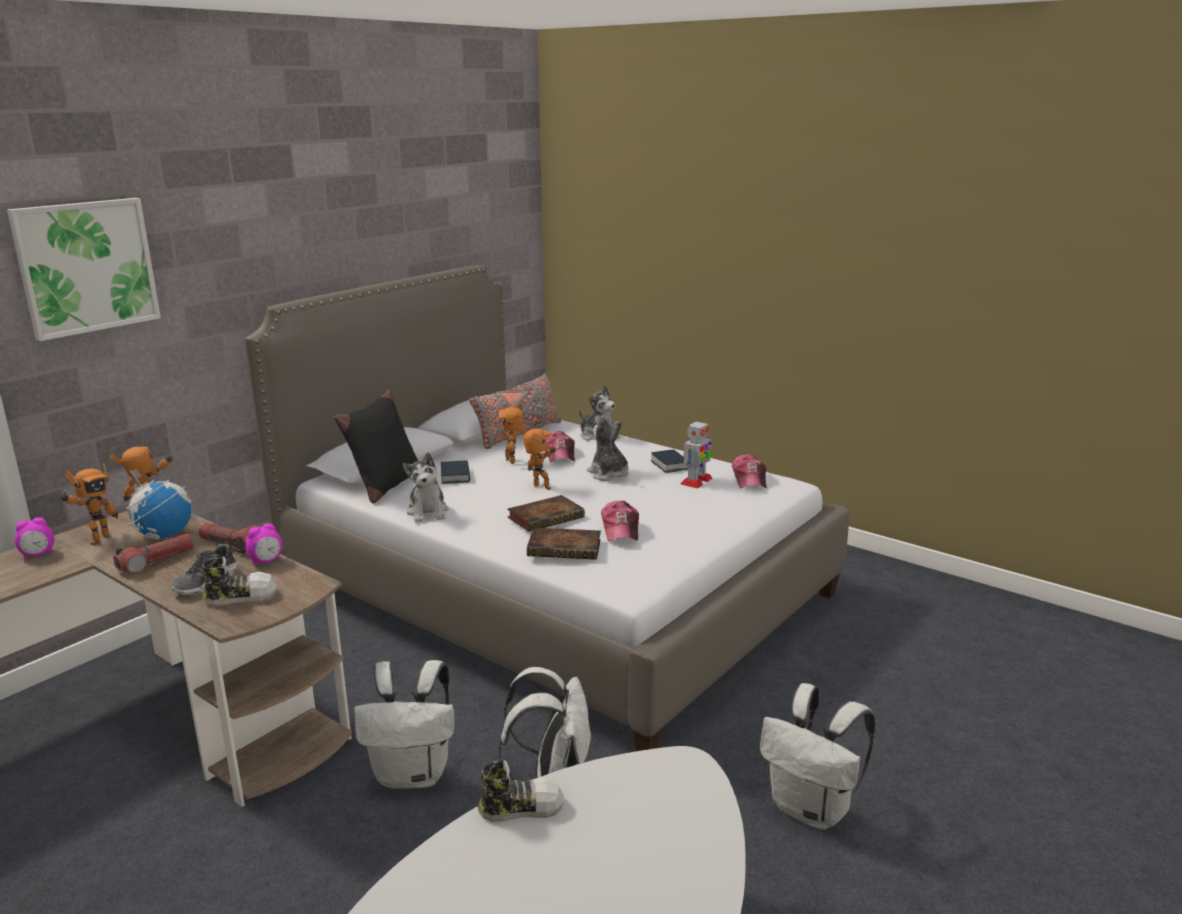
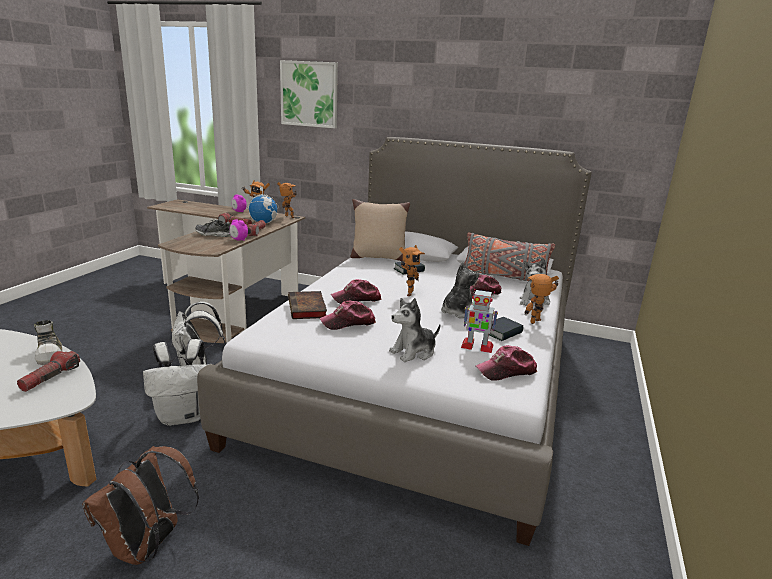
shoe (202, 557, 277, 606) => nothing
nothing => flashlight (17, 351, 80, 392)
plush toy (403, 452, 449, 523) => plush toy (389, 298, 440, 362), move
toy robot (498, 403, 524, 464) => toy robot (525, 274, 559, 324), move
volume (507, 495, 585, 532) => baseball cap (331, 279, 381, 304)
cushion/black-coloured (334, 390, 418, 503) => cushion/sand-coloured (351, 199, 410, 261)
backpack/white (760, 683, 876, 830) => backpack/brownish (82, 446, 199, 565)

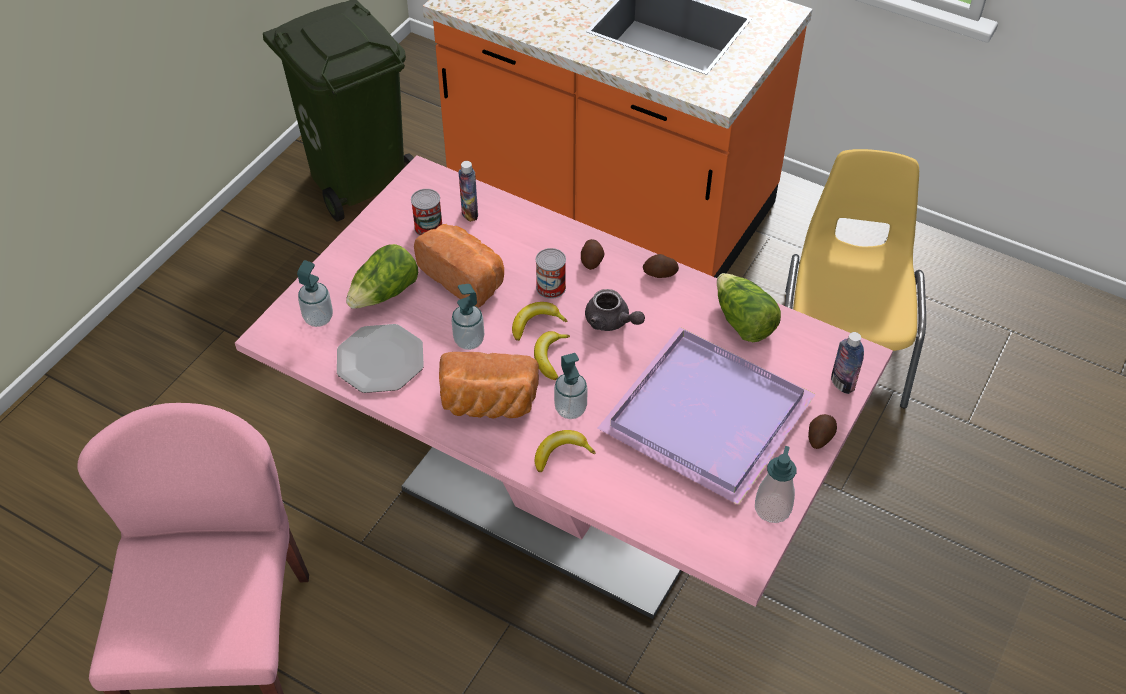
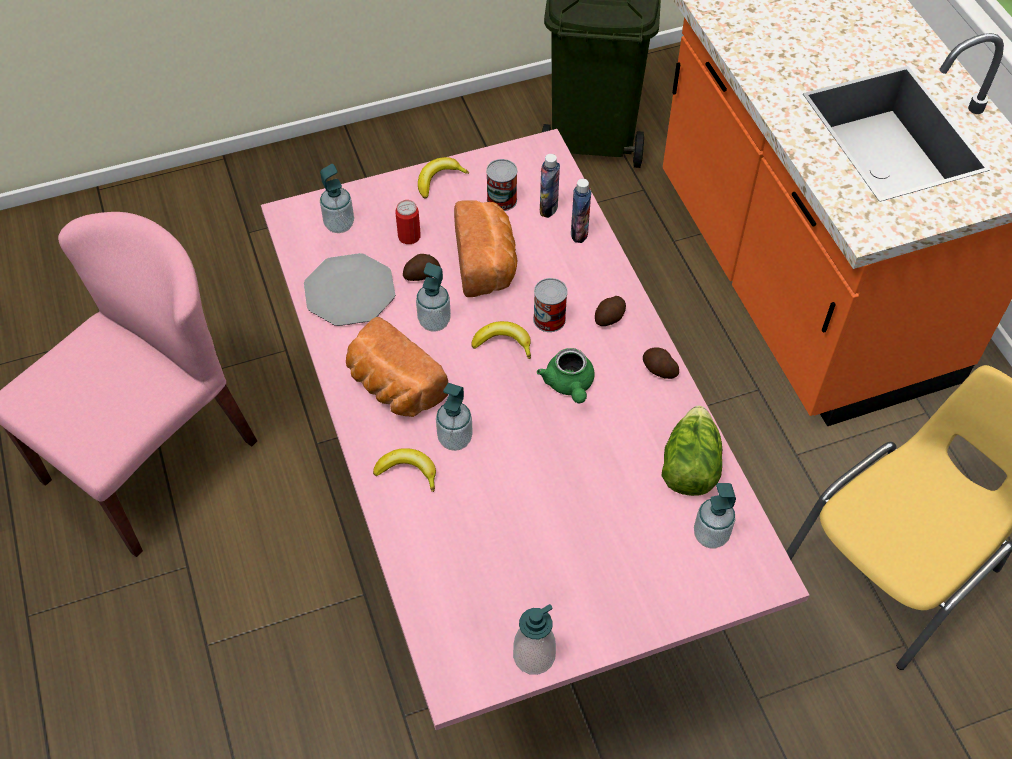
carrying tray/purple (597, 327, 816, 505) => nothing
nothing => soap dispenser (694, 483, 736, 549)
whole banana (534, 331, 570, 380) => whole banana (418, 157, 469, 199), move
spud (808, 414, 837, 449) => spud (403, 254, 441, 281), move
bottle (831, 332, 864, 394) => bottle (571, 179, 591, 243), move
head of lettuce (346, 244, 418, 309) => sealed can (395, 200, 421, 244)
pot for tea/gray (585, 289, 645, 331) => pot for tea/greenish (537, 348, 595, 403)

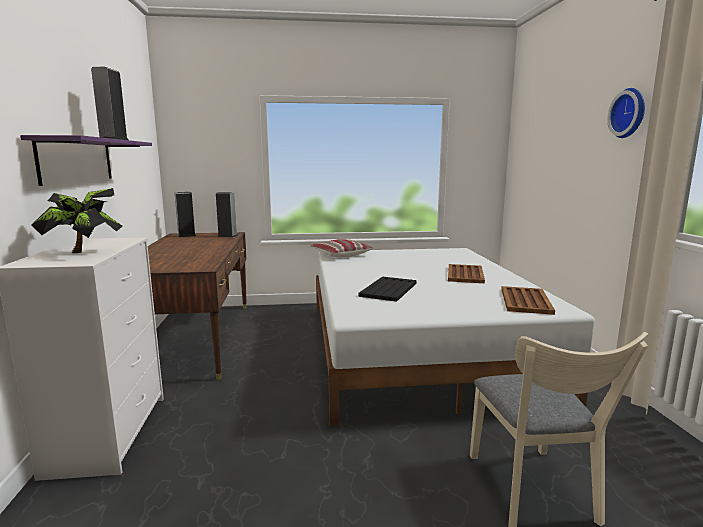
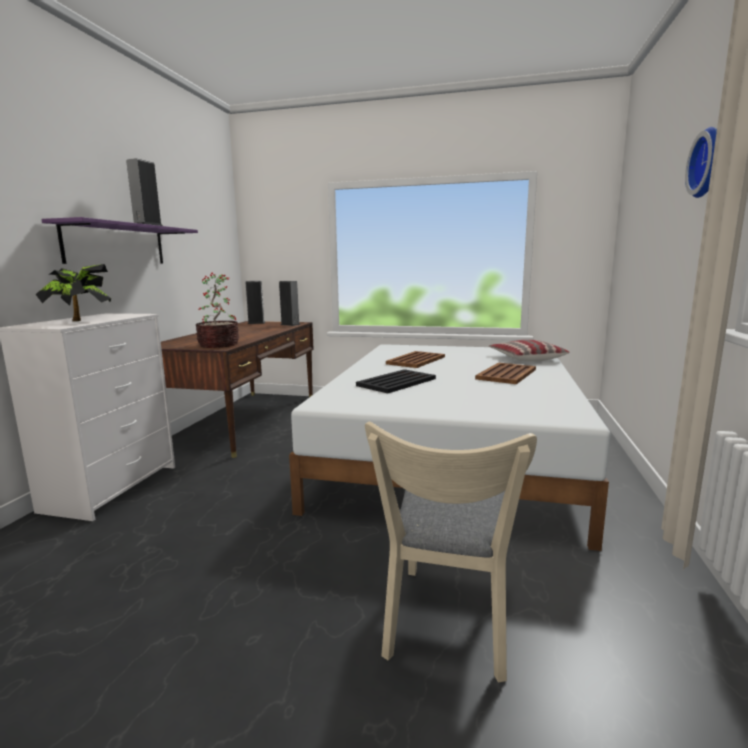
nothing => plant in a pot (195, 273, 239, 348)
cushion (310, 239, 373, 257) => cushion (489, 340, 570, 362), move
carrying tray/brownish (501, 286, 555, 315) => carrying tray/brownish (386, 351, 445, 368), move

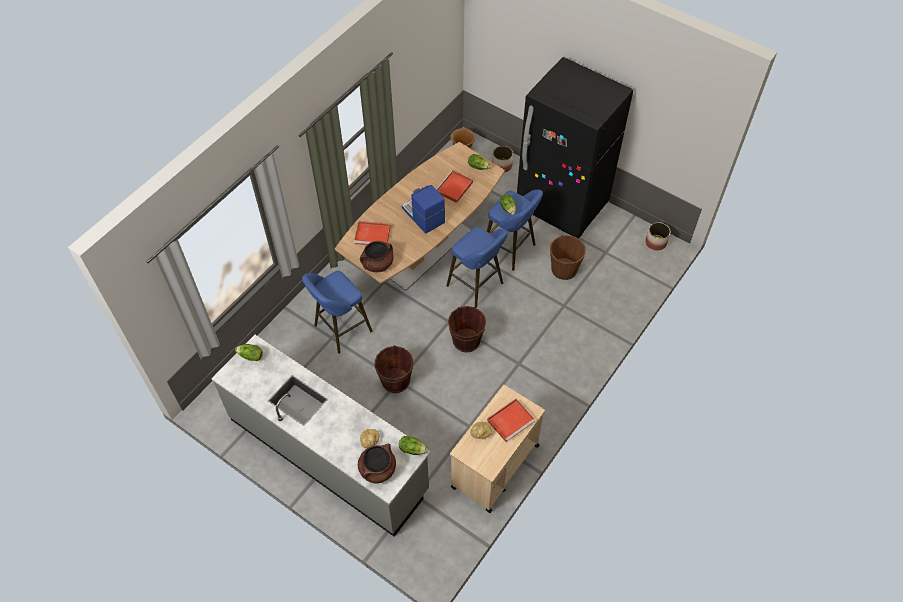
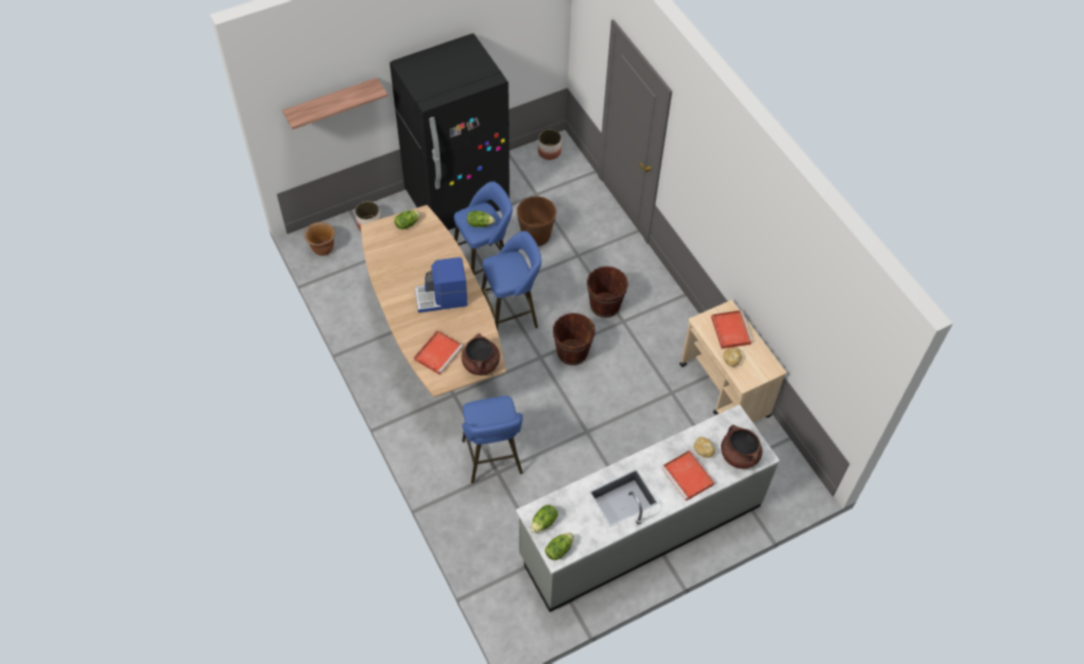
nothing => wall shelf (282, 78, 388, 130)
pail/brownish (374, 345, 413, 393) => pail/brownish (587, 266, 628, 318), move
head of lettuce (399, 436, 428, 455) => head of lettuce (545, 533, 574, 560), move
carrying tray/red-coloured (436, 170, 473, 203) => carrying tray/red-coloured (661, 450, 715, 501), move

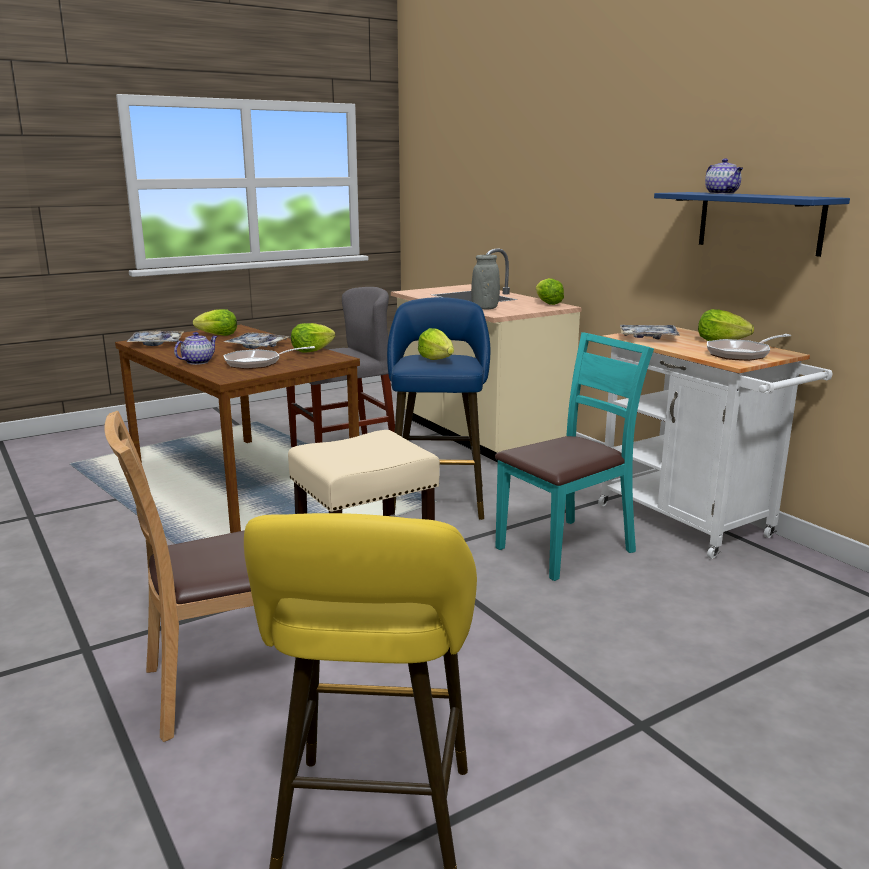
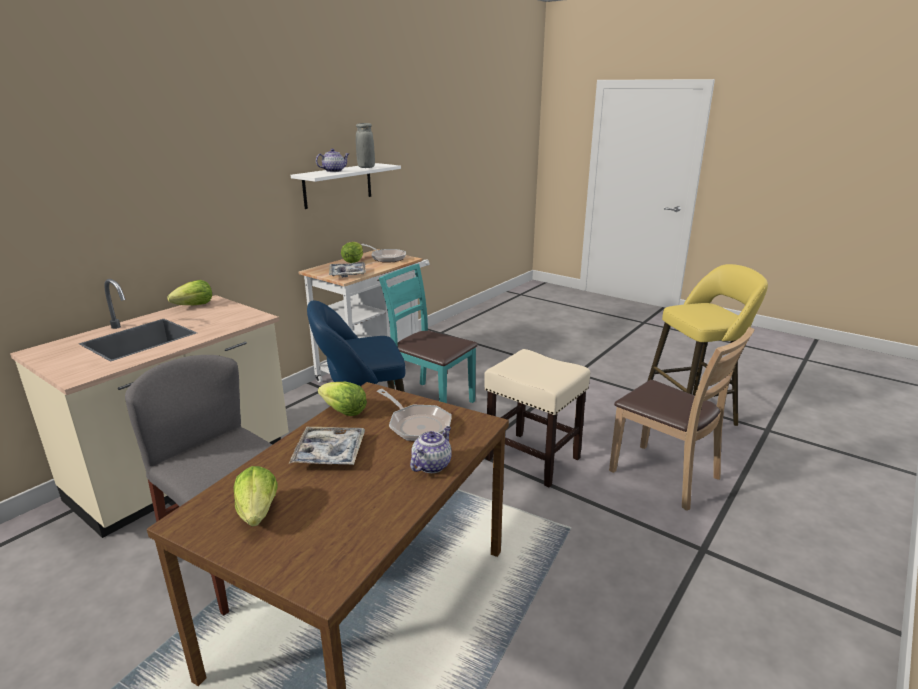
carrying tray (127, 331, 184, 346) => nothing
head of lettuce (418, 328, 454, 360) => nothing
flower vase/gray (471, 255, 500, 309) => flower vase/gray (356, 123, 375, 168), move
wall shelf/bluish (654, 192, 850, 257) => wall shelf/white (291, 163, 401, 209)
pot for tea (174, 332, 218, 365) => pot for tea (410, 426, 452, 473), 105 degrees clockwise

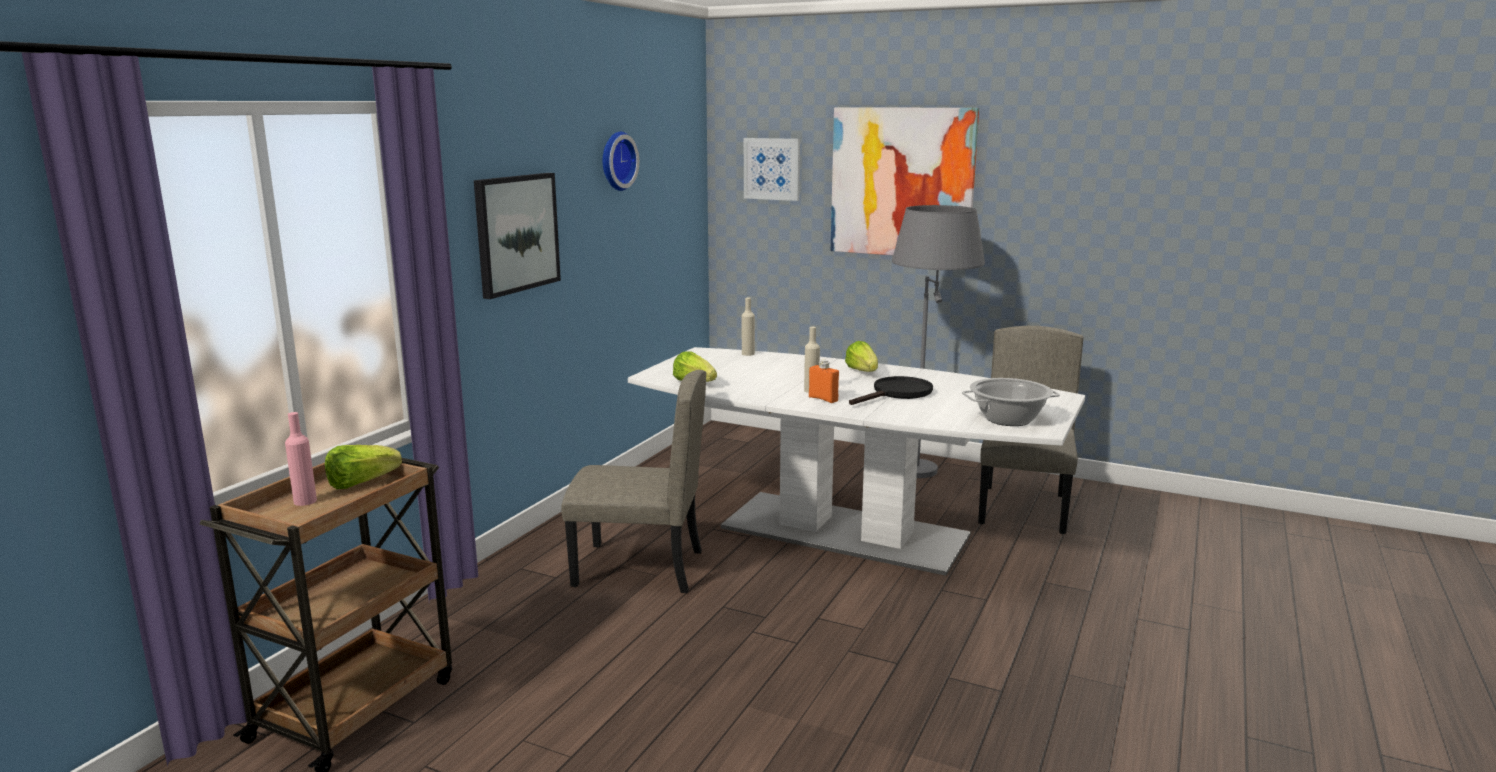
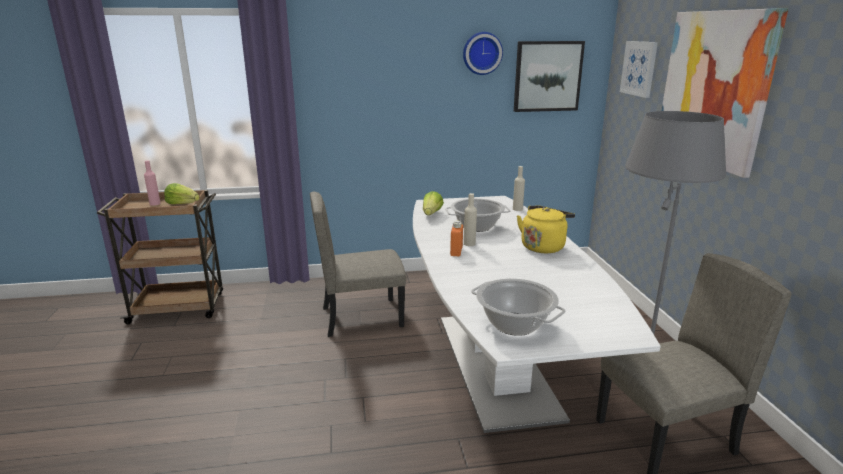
skillet/black-coloured (849, 376, 933, 405) => nothing
nothing => stockpot (445, 198, 510, 232)
wall picture (474, 173, 561, 299) => wall picture (514, 41, 585, 112), move
head of lettuce (845, 341, 878, 372) => water kettle/yellow-coloured (517, 206, 575, 253)
chair/sand-coloured (561, 370, 706, 593) => chair/sand-coloured (310, 192, 406, 337), 105 degrees clockwise

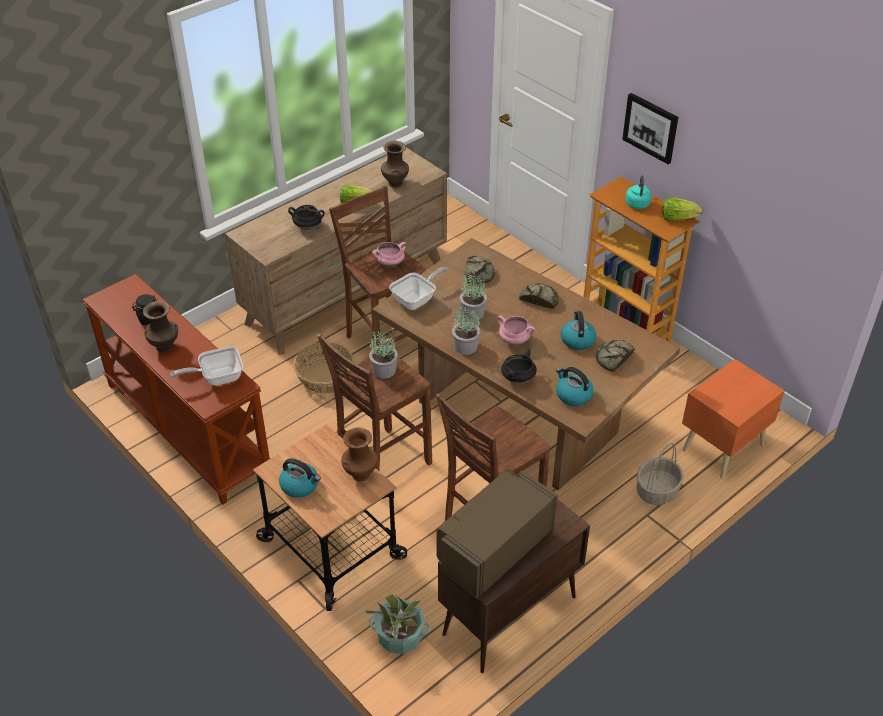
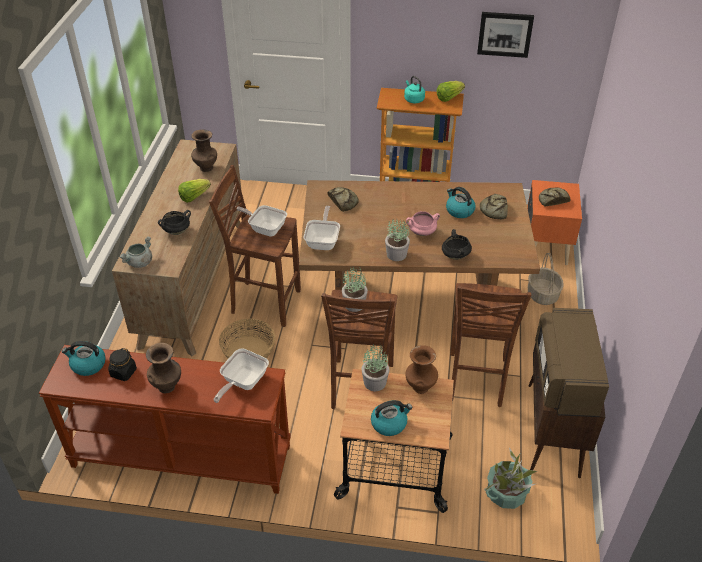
nothing => stockpot/gray (119, 236, 152, 268)
plant in a pot (460, 273, 487, 321) => plant in a pot (361, 344, 389, 391), move
bread (519, 283, 559, 309) => bread (539, 187, 571, 207), move
water kettle (556, 367, 594, 406) => water kettle (62, 341, 106, 376), move
wall picture (622, 93, 678, 164) => wall picture (477, 12, 534, 58), move
stockpot/pink (372, 242, 407, 268) => skillet (235, 205, 287, 237)

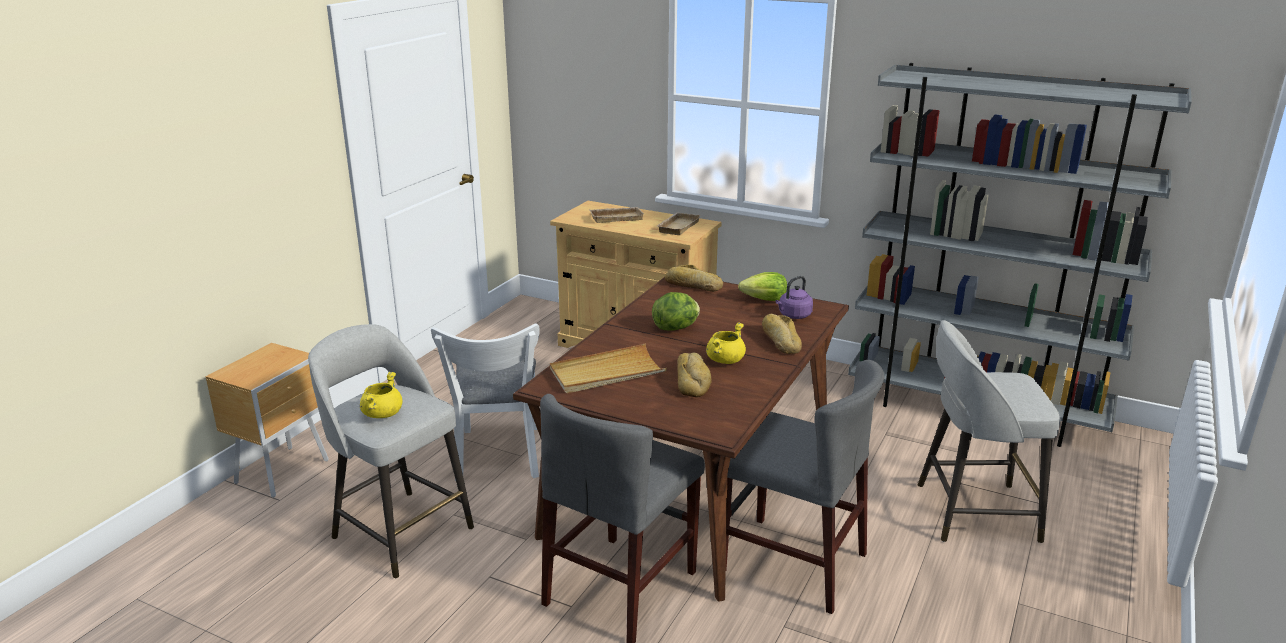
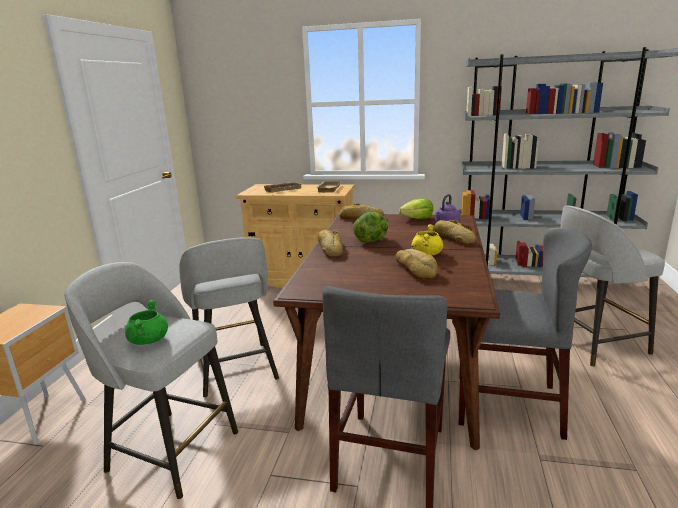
carrying tray/sand-coloured (550, 344, 667, 393) => nothing
nothing => bread (318, 230, 343, 257)
chair/white (431, 323, 539, 481) => sitting stool/gray (179, 237, 279, 397)
stockpot/yellow-coloured (360, 372, 403, 418) => stockpot/greenish (125, 300, 168, 345)

